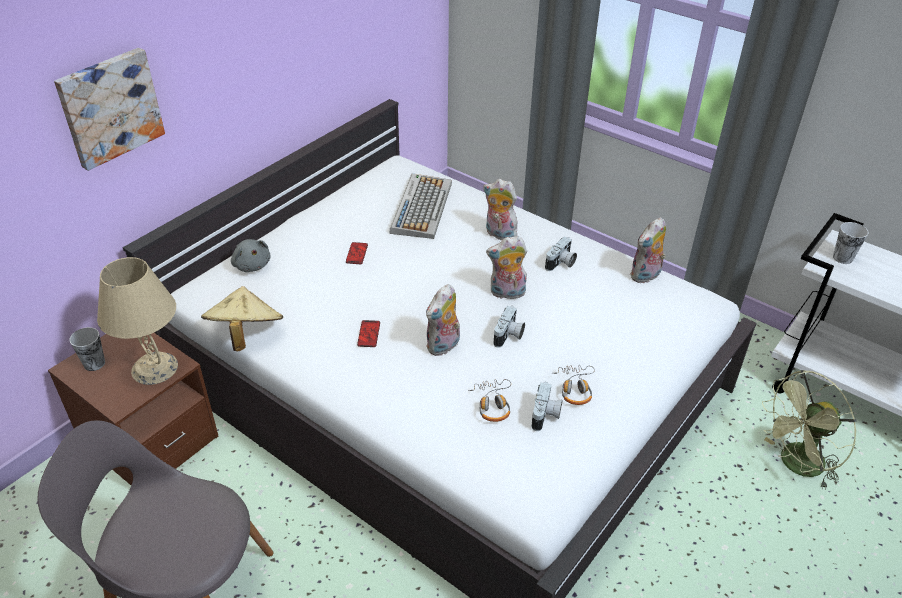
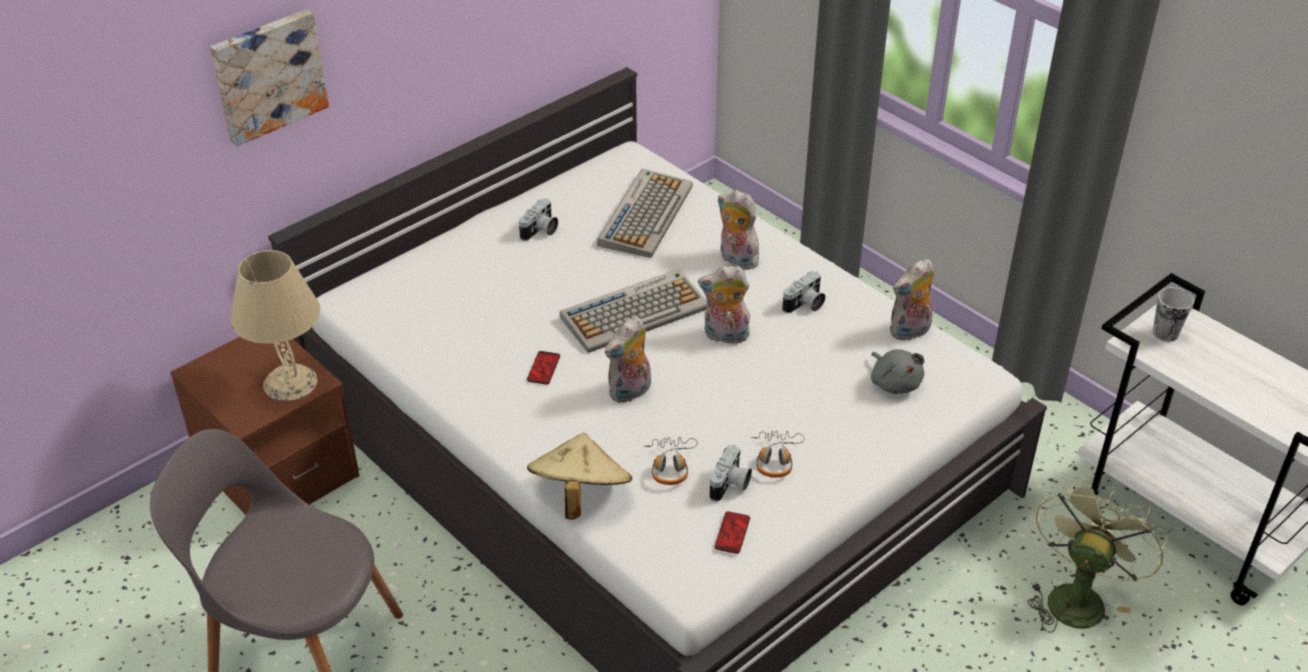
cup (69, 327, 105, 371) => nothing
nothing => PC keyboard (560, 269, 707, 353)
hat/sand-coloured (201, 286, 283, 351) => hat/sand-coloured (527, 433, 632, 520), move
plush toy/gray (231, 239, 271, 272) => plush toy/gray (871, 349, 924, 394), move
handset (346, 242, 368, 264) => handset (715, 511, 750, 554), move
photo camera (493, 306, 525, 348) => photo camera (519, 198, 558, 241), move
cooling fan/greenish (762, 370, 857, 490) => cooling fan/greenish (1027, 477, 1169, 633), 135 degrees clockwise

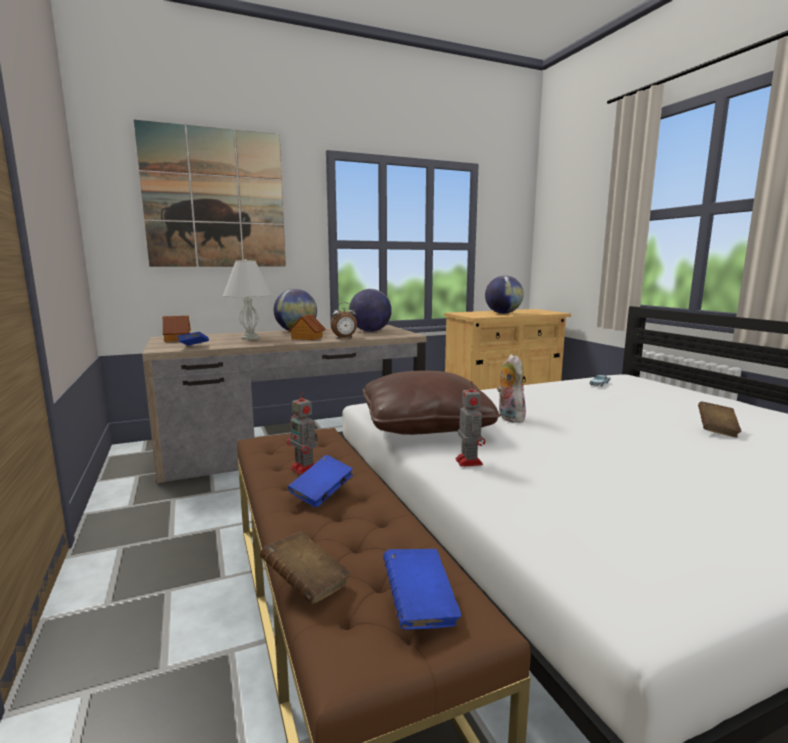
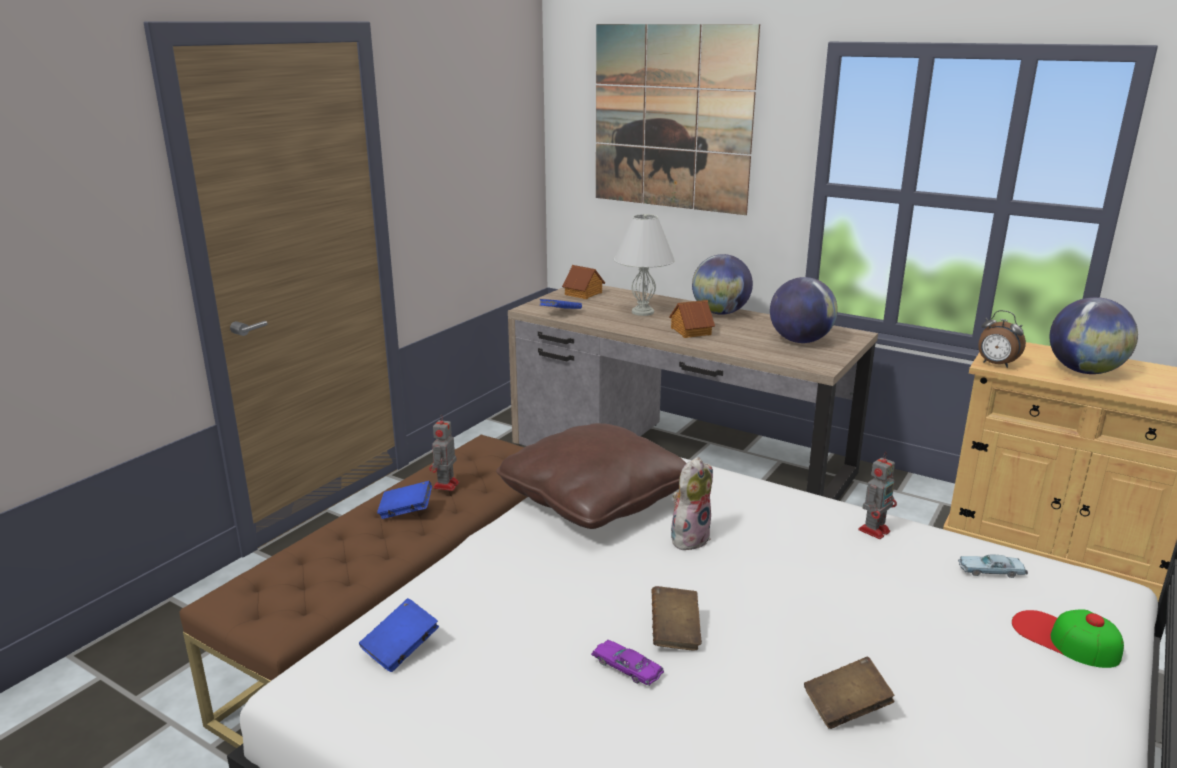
nothing => model car/purple (591, 640, 664, 686)
nothing => baseball cap (1012, 609, 1124, 668)
volume/brownish (260, 531, 351, 605) => volume/brownish (651, 586, 702, 650), move
table clock (331, 302, 357, 338) => table clock (978, 310, 1026, 368), move
volume/bluish (383, 549, 461, 630) => volume/bluish (359, 598, 439, 672), move
toy robot (455, 381, 486, 467) => toy robot (858, 452, 897, 539), move

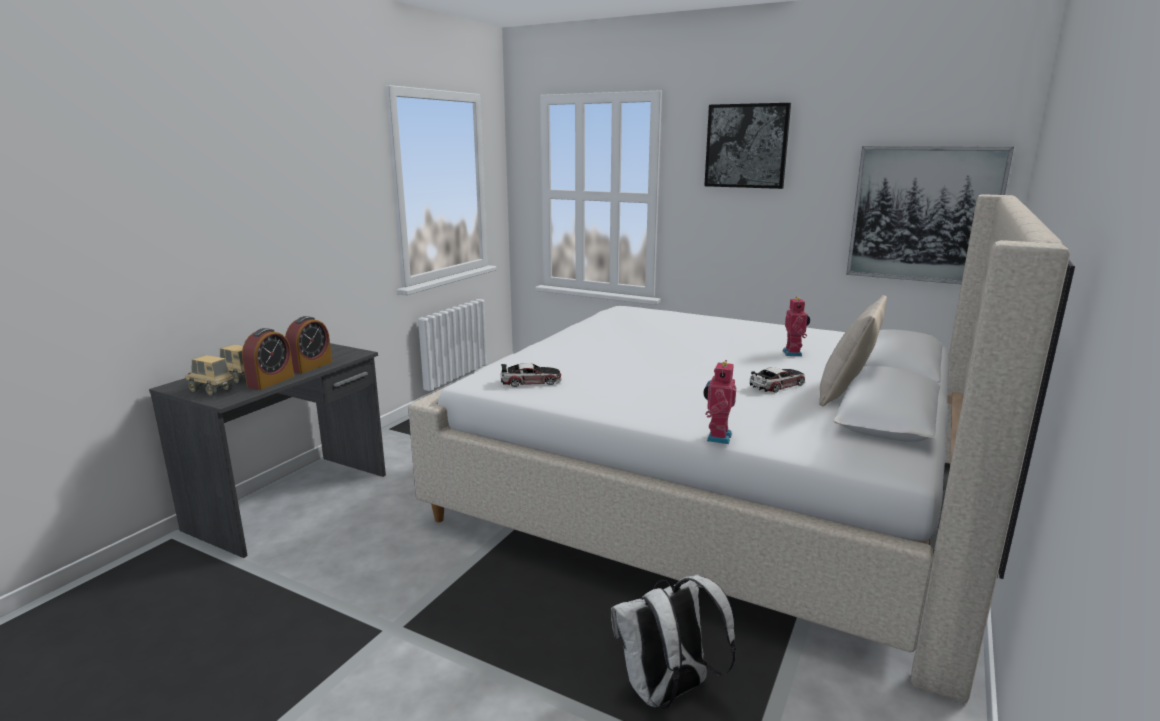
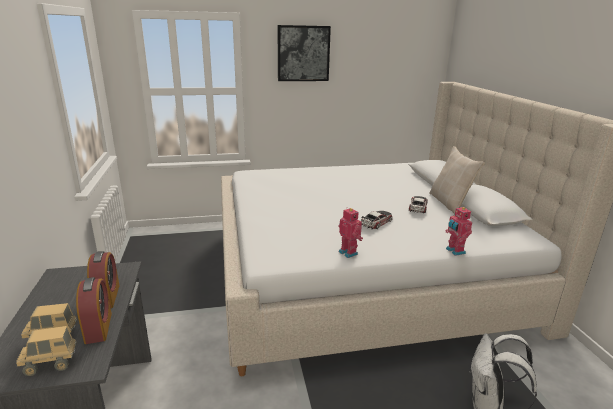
wall picture (846, 146, 1014, 284) => nothing
model car (500, 363, 561, 387) => model car (361, 211, 392, 230), move
toy robot (783, 297, 810, 356) => toy robot (339, 208, 363, 258), move

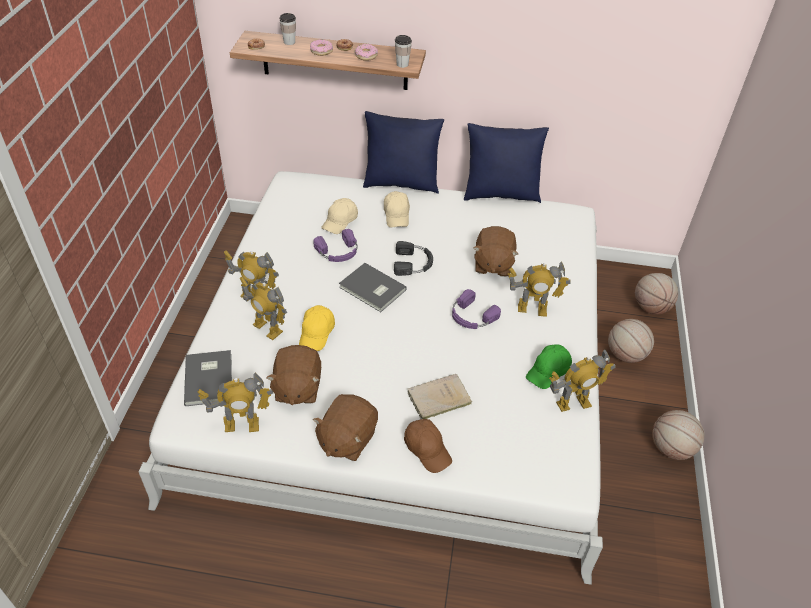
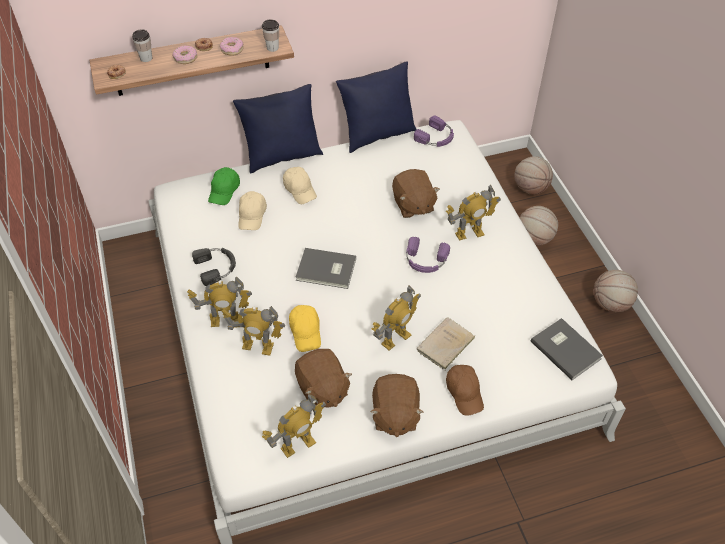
volume/gray (184, 350, 232, 406) => volume/gray (531, 318, 603, 380), move
headset/purple (313, 229, 357, 262) => headset/purple (414, 116, 454, 147), move
headset/black-coloured (394, 241, 433, 276) => headset/black-coloured (192, 248, 236, 286), move
baseball cap/greenish (526, 345, 572, 389) => baseball cap/greenish (208, 167, 240, 205), move
toy robot (549, 349, 615, 412) => toy robot (372, 285, 421, 351), move
baseball cap/brownish (404, 419, 452, 473) => baseball cap/brownish (446, 365, 484, 416), 45 degrees clockwise

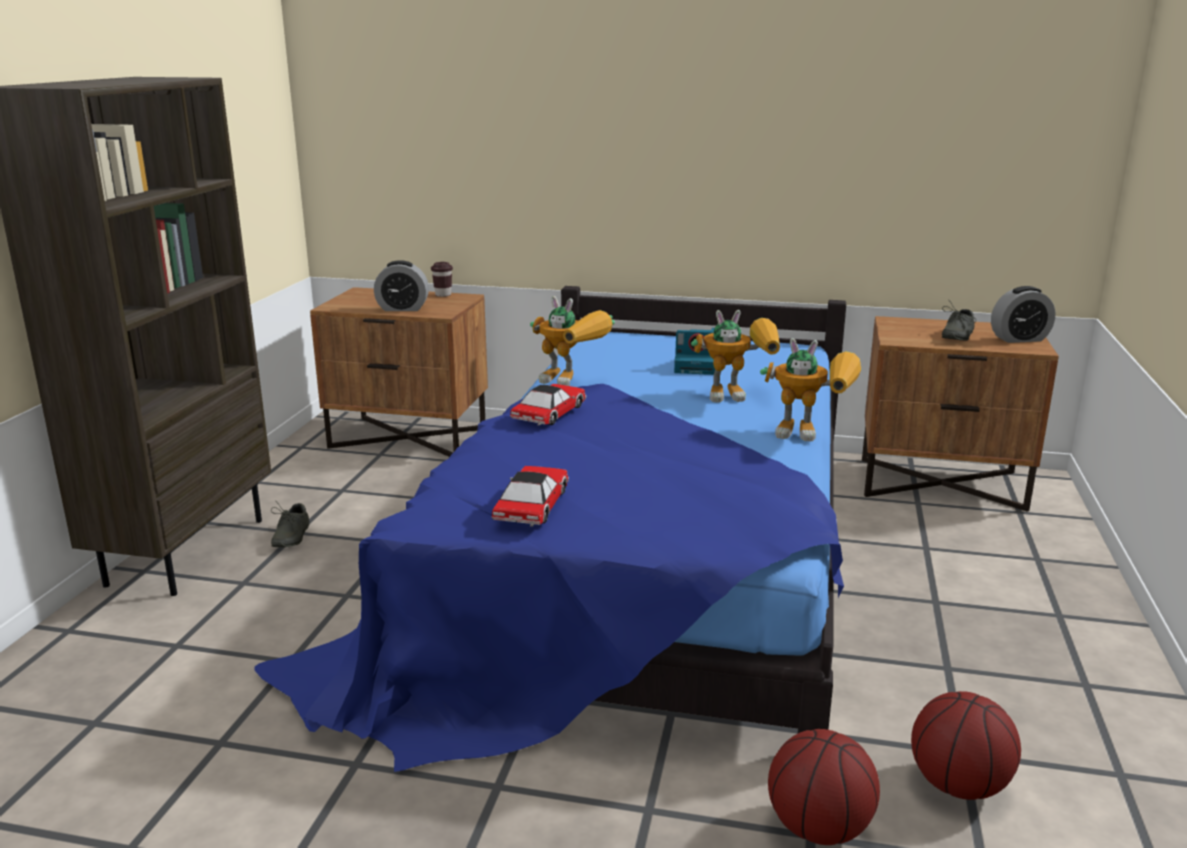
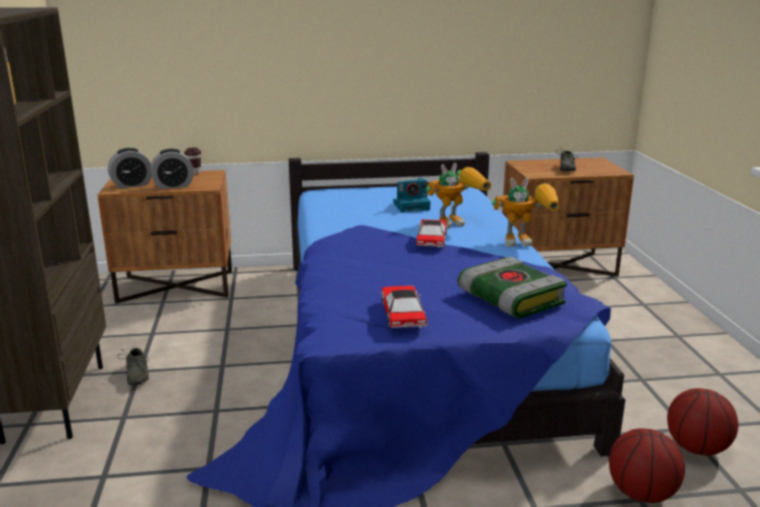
toy robot (530, 296, 615, 386) => nothing
nothing => volume (457, 257, 567, 318)
model car (510, 384, 587, 426) => model car (416, 220, 448, 248), move
table clock (991, 286, 1056, 343) => table clock (108, 148, 152, 189), move

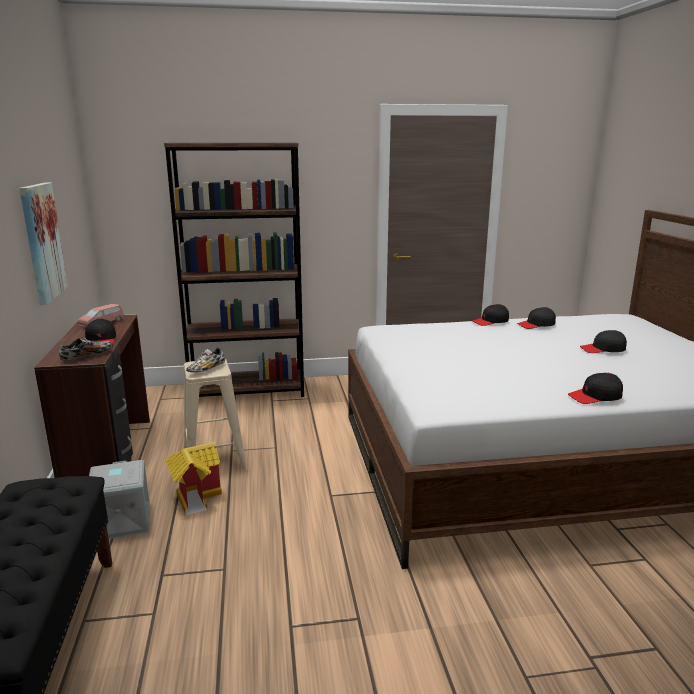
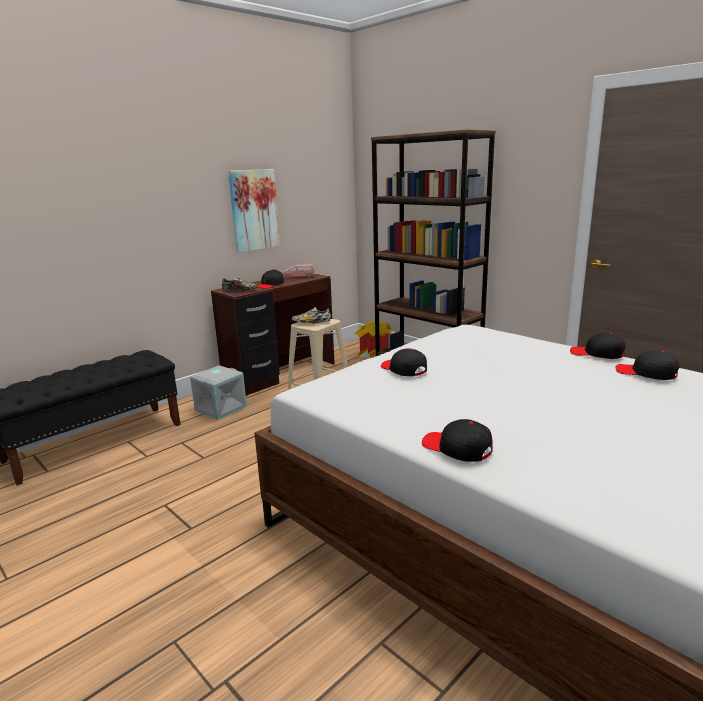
miniature house (165, 442, 222, 515) => miniature house (354, 321, 392, 358), move
baseball cap/black-coloured (580, 330, 627, 353) => baseball cap/black-coloured (381, 348, 427, 376), move

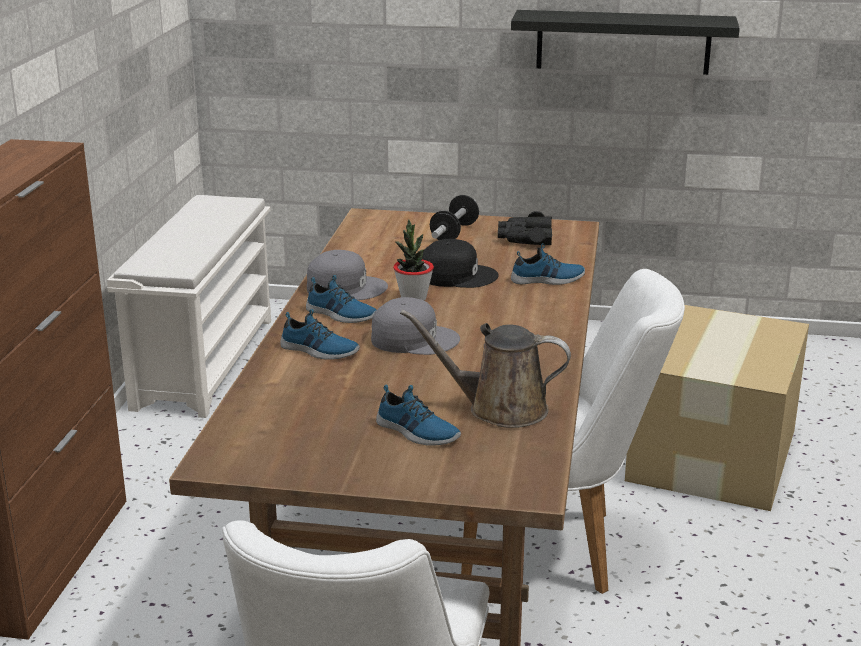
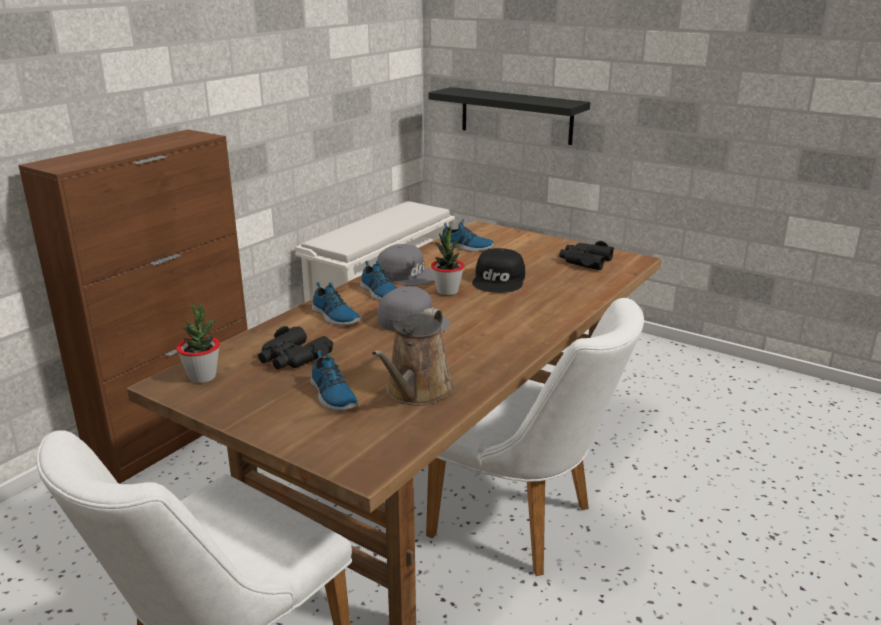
free weight (430, 195, 479, 240) => nothing
cardboard box (625, 305, 809, 511) => nothing
nothing => plant in a pot (176, 304, 220, 383)
nothing => binoculars/black-coloured (258, 326, 333, 370)
wall shelf/black-coloured (511, 10, 740, 75) => wall shelf/black-coloured (428, 87, 590, 145), move
shoe (511, 243, 585, 285) => shoe (440, 219, 495, 252), move
sprinkling can/brownish (400, 310, 571, 428) => sprinkling can/brownish (372, 308, 454, 406), 105 degrees counterclockwise
baseball cap/black-coloured (422, 239, 499, 288) => baseball cap/black-coloured (472, 248, 525, 293), 75 degrees clockwise

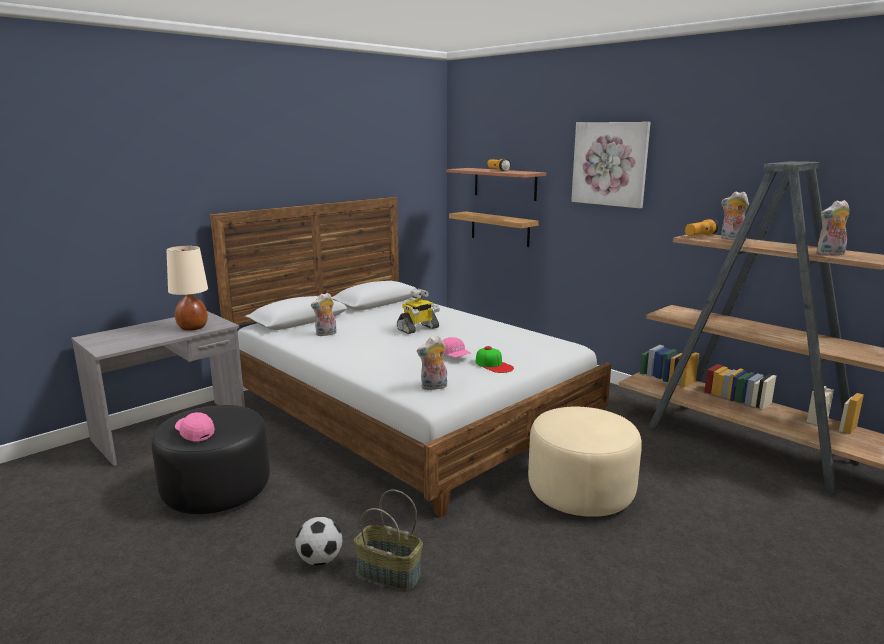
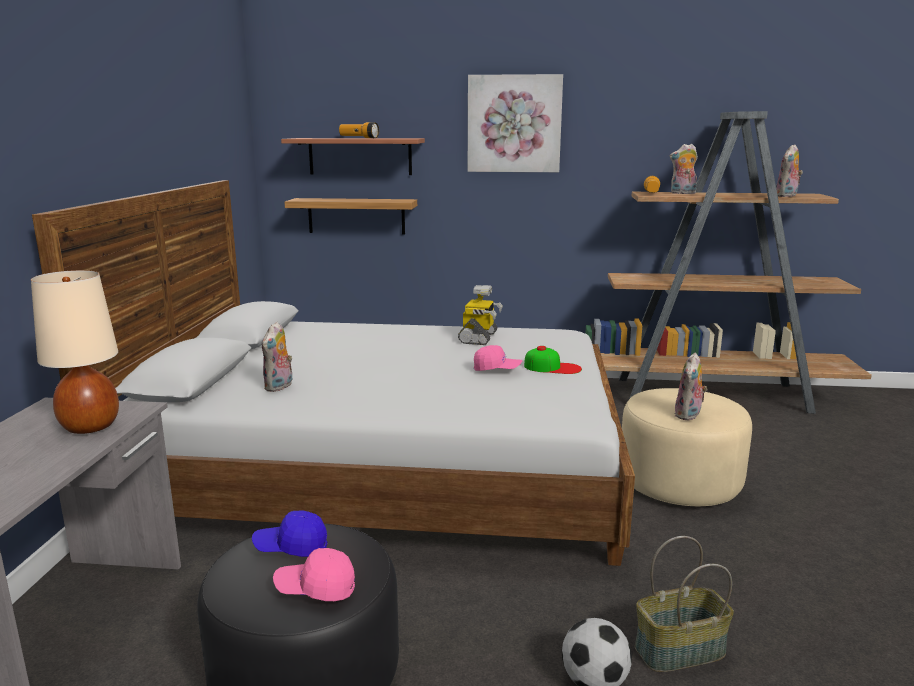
nothing => baseball cap/bluish (252, 510, 327, 557)
toy robot (397, 289, 440, 334) => toy robot (458, 285, 503, 345), move
plush toy (417, 336, 447, 390) => plush toy (674, 353, 708, 421), move

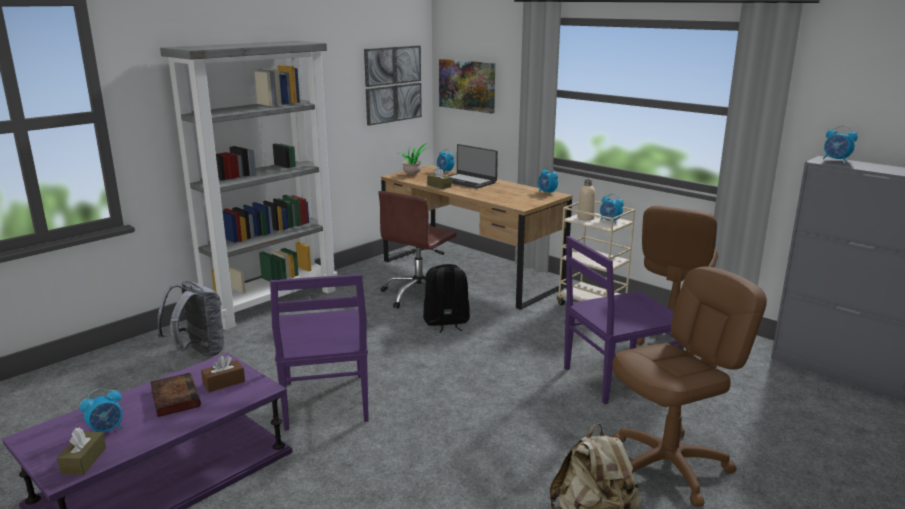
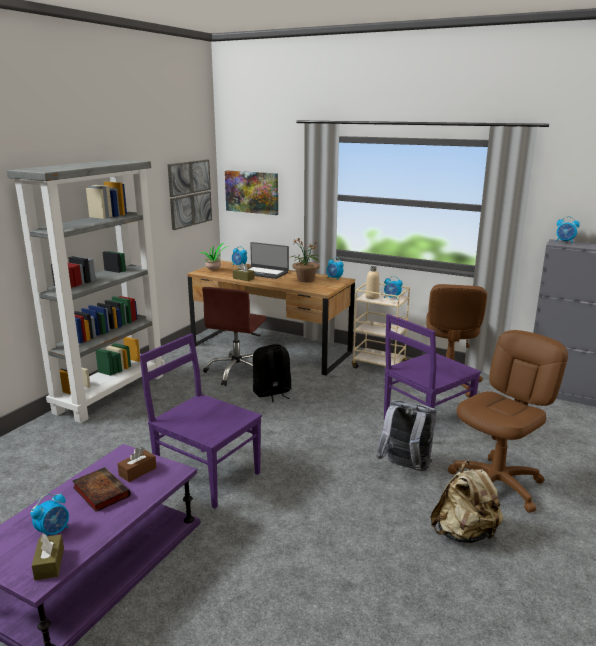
nothing => plant in a pot (289, 238, 320, 282)
backpack/gray (157, 281, 224, 357) => backpack/gray (376, 400, 436, 471), move
chair/purple (270, 274, 369, 431) => chair/purple (140, 334, 262, 509), 150 degrees clockwise

